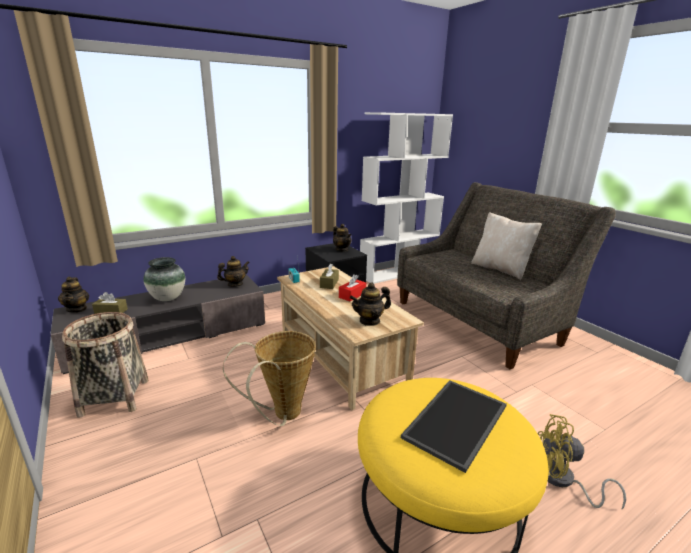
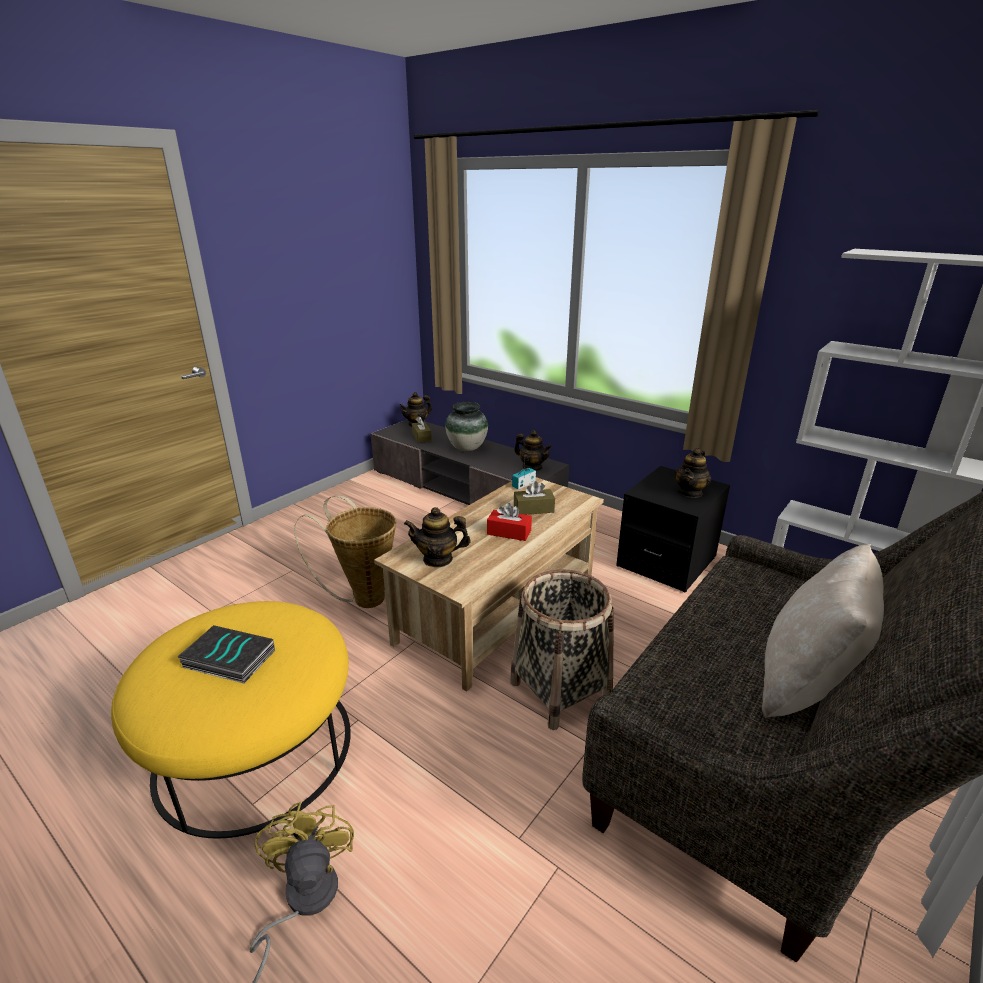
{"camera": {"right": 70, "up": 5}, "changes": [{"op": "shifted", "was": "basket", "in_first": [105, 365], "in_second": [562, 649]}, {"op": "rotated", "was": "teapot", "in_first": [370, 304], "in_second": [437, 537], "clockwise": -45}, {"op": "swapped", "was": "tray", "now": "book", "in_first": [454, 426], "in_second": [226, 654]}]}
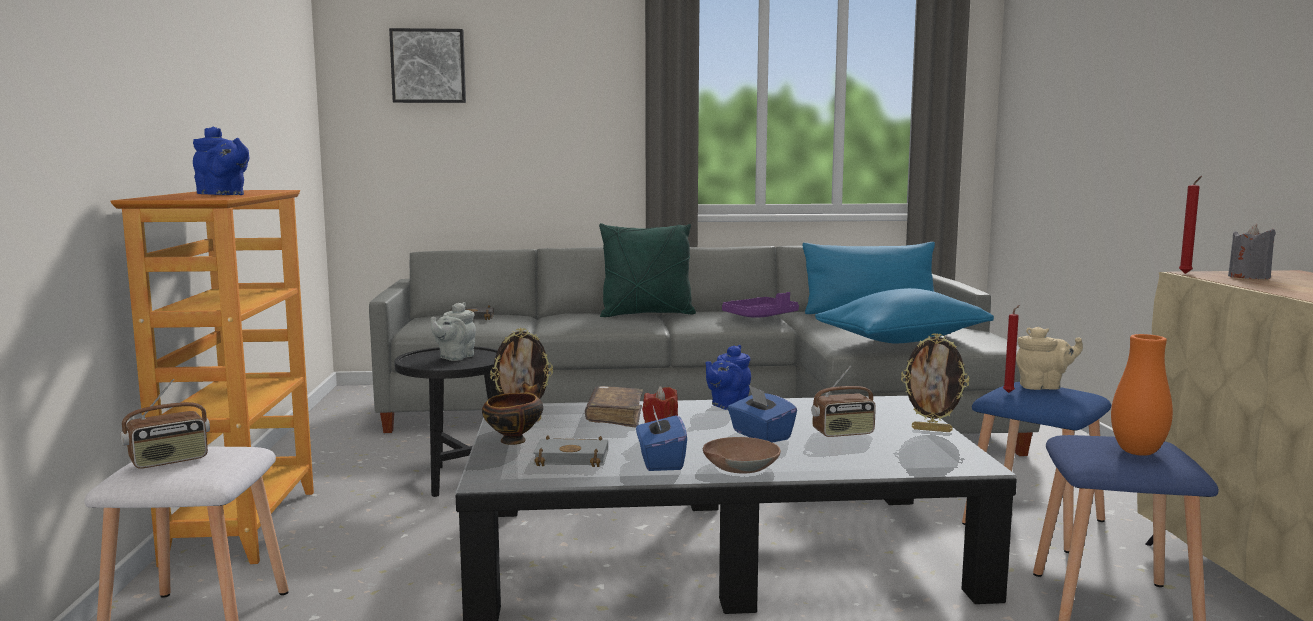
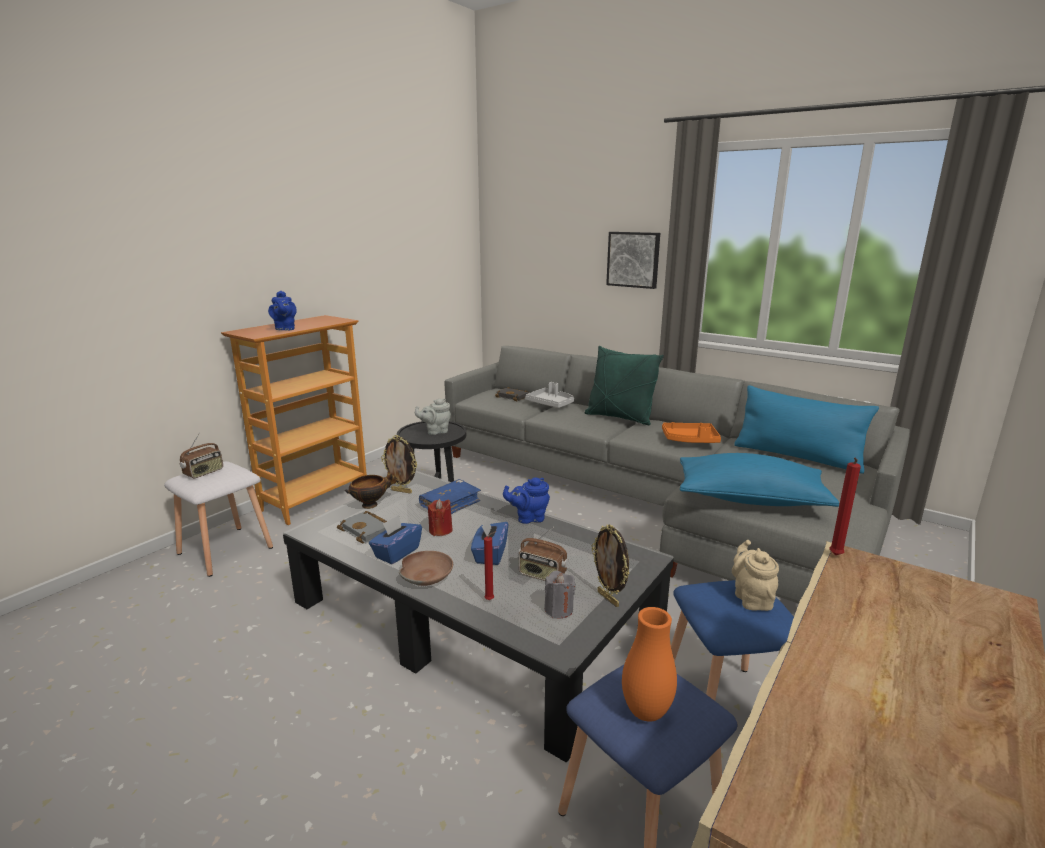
{"camera": {"right": 40, "up": 10}, "changes": [{"op": "rotated", "was": "radio", "in_first": [165, 424], "in_second": [201, 455], "clockwise": -60}, {"op": "shifted", "was": "picture", "in_first": [427, 65], "in_second": [633, 260]}, {"op": "repainted", "was": "brown book", "now": "blue book", "in_first": [614, 407], "in_second": [450, 496]}, {"op": "repainted", "was": "purple tray", "now": "orange tray", "in_first": [760, 305], "in_second": [691, 432]}, {"op": "shifted", "was": "red candle", "in_first": [1011, 349], "in_second": [490, 565]}, {"op": "rotated", "was": "beige teapot", "in_first": [1049, 358], "in_second": [755, 575], "clockwise": -135}, {"op": "shifted", "was": "grey candle", "in_first": [1252, 251], "in_second": [559, 594]}, {"op": "new", "now": "grey tray", "in_second": [549, 395]}]}
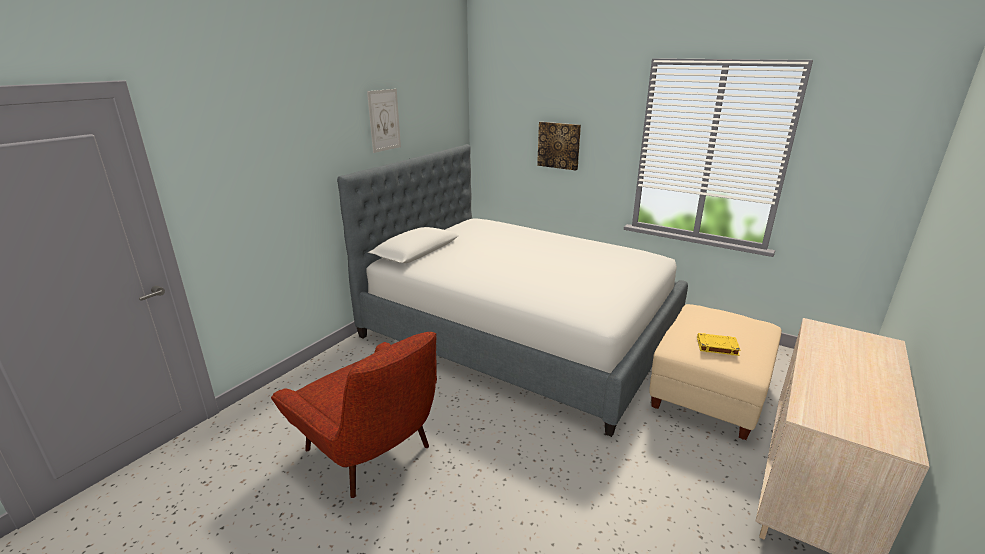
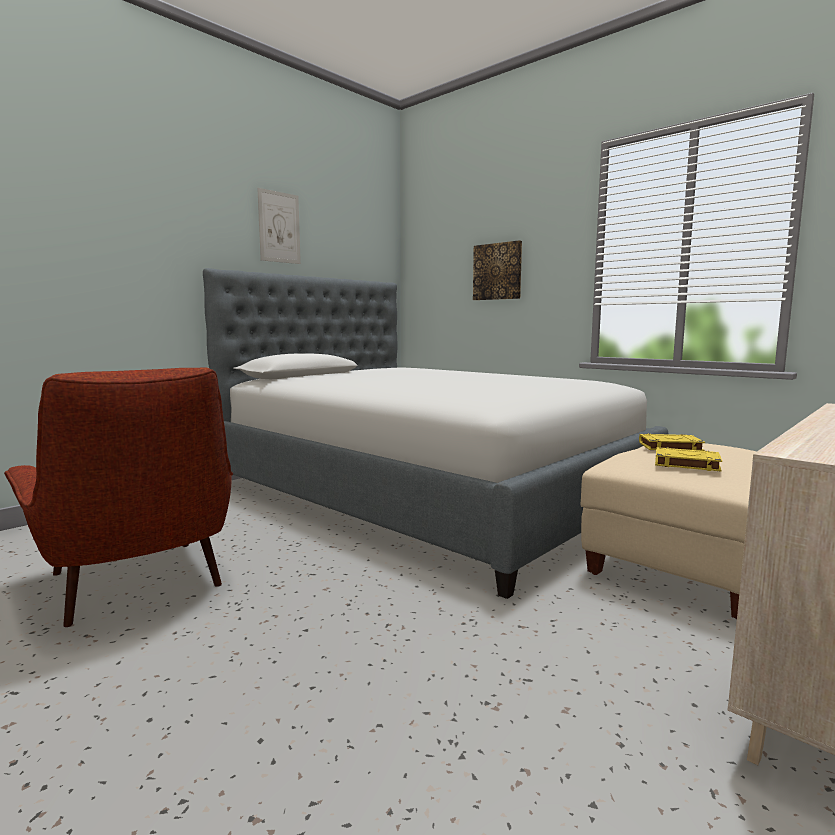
{"camera": {"right": 10, "up": -15}, "changes": [{"op": "new", "now": "yellow book", "in_second": [672, 442]}]}
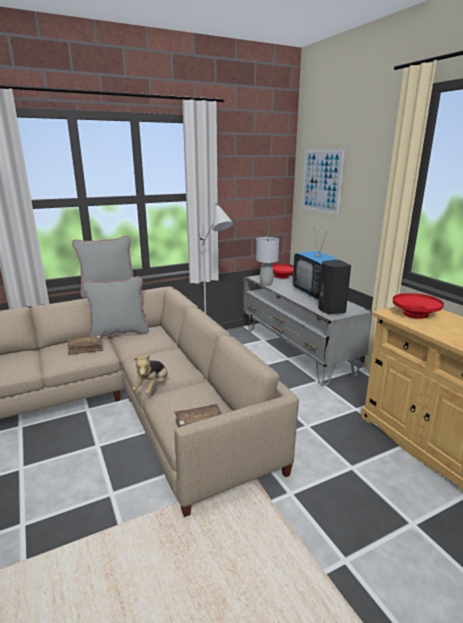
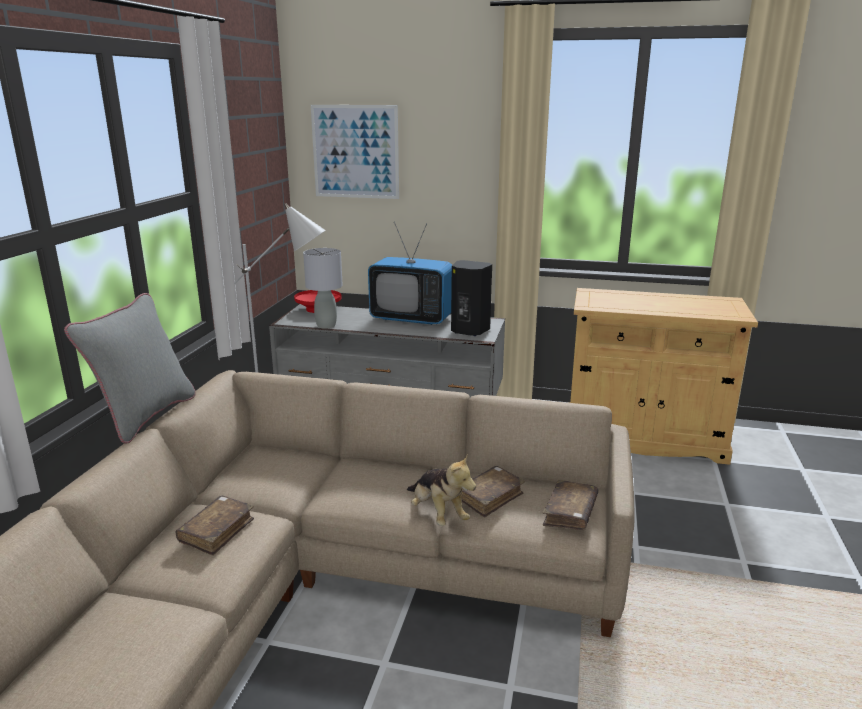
{"camera": {"right": -50, "up": 0}, "changes": [{"op": "gone", "was": "grey pillow", "in_first": [115, 307]}, {"op": "gone", "was": "red bowl", "in_first": [418, 306]}, {"op": "new", "now": "brown book", "in_second": [493, 492]}]}
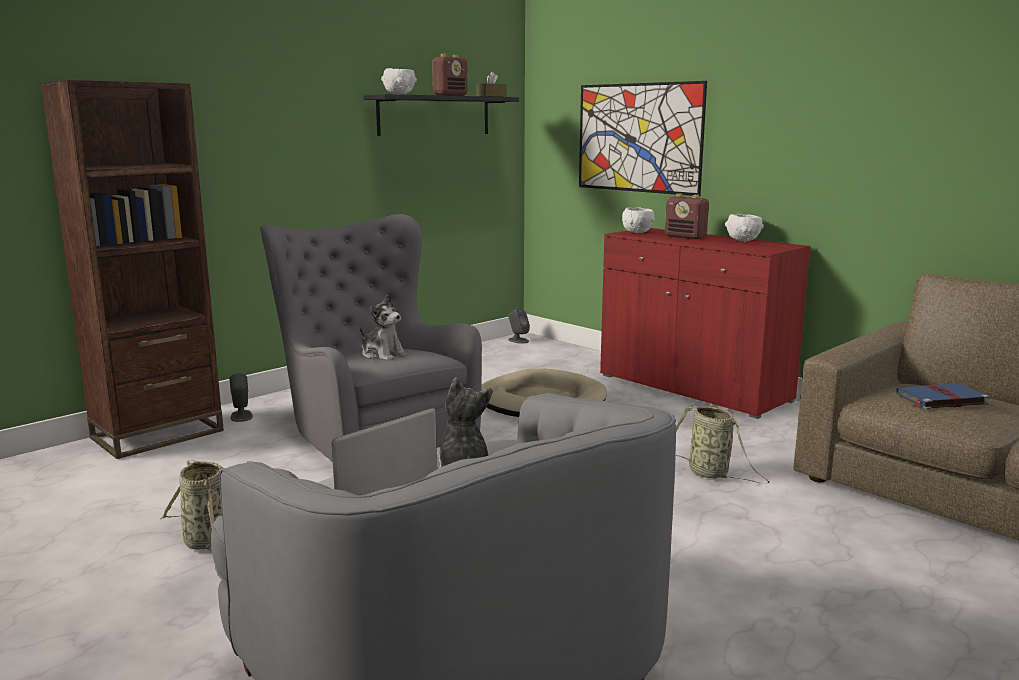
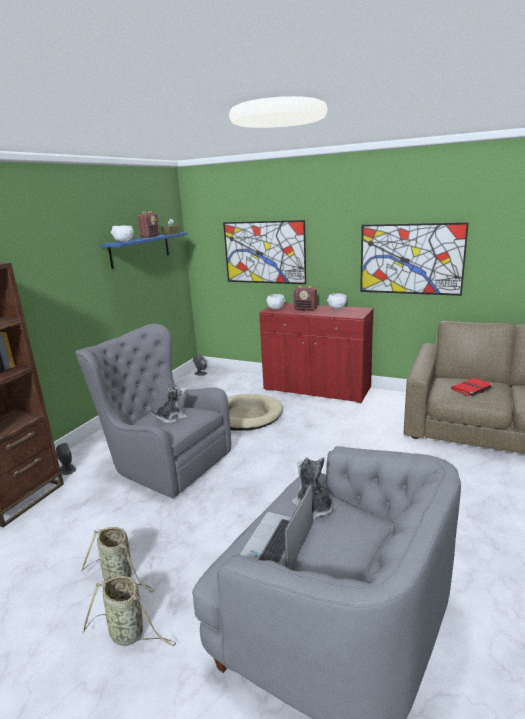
{"camera": {"right": -20, "up": 5}, "changes": [{"op": "rotated", "was": "plush toy", "in_first": [384, 328], "in_second": [168, 402], "clockwise": -45}, {"op": "repainted", "was": "black shelf", "now": "blue shelf", "in_first": [441, 115], "in_second": [144, 250]}, {"op": "shifted", "was": "basket", "in_first": [722, 444], "in_second": [129, 611]}, {"op": "repainted", "was": "blue book", "now": "red book", "in_first": [943, 396], "in_second": [472, 387]}, {"op": "new", "now": "picture", "in_second": [414, 259]}]}
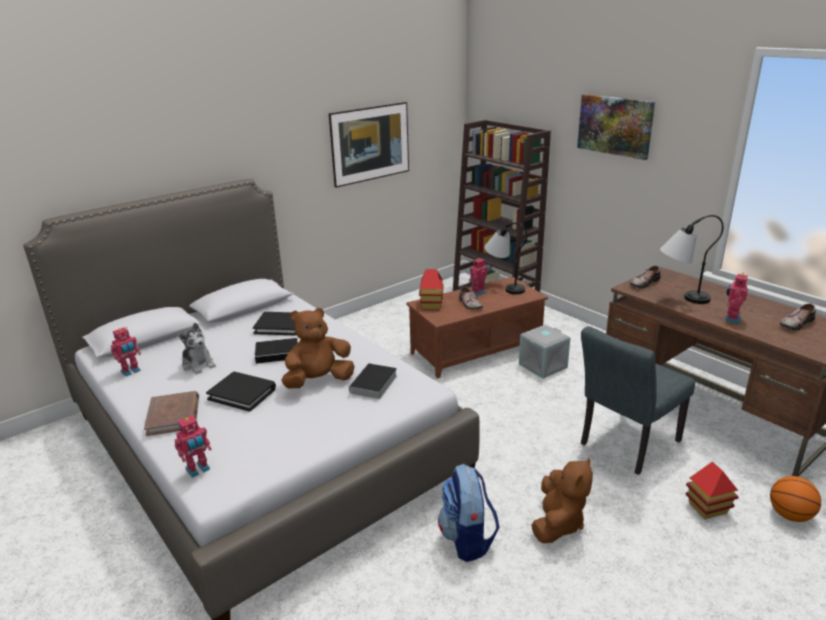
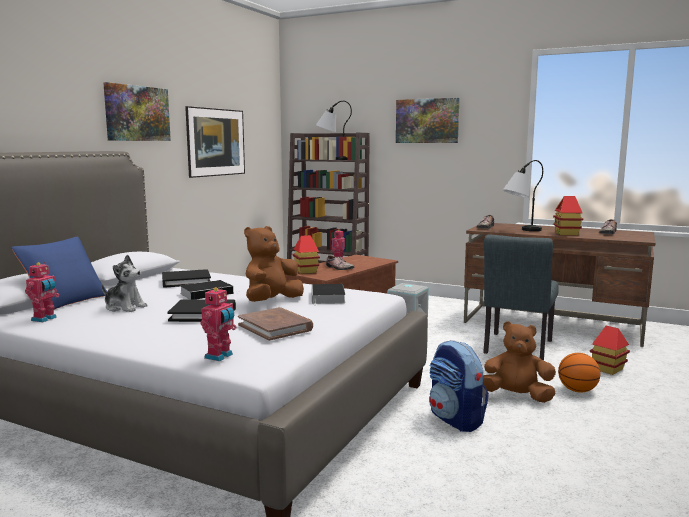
{"camera": {"right": -25, "up": -15}, "changes": [{"op": "shifted", "was": "brown book", "in_first": [171, 413], "in_second": [275, 324]}, {"op": "shifted", "was": "table lamp", "in_first": [505, 258], "in_second": [334, 130]}, {"op": "rotated", "was": "brown plush toy", "in_first": [562, 500], "in_second": [519, 362], "clockwise": -75}, {"op": "swapped", "was": "toy robot", "now": "toy house", "in_first": [736, 298], "in_second": [568, 216]}, {"op": "shifted", "was": "basketball", "in_first": [795, 499], "in_second": [579, 373]}, {"op": "new", "now": "blue pillow", "in_second": [59, 273]}, {"op": "new", "now": "picture", "in_second": [137, 111]}]}
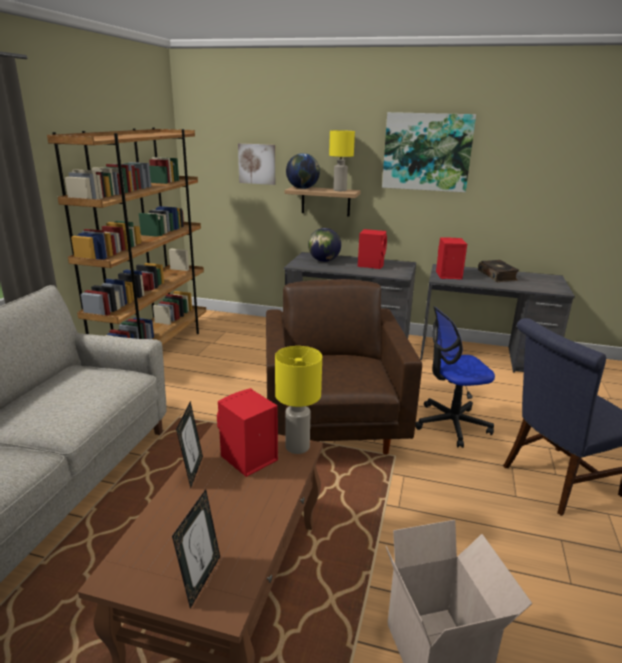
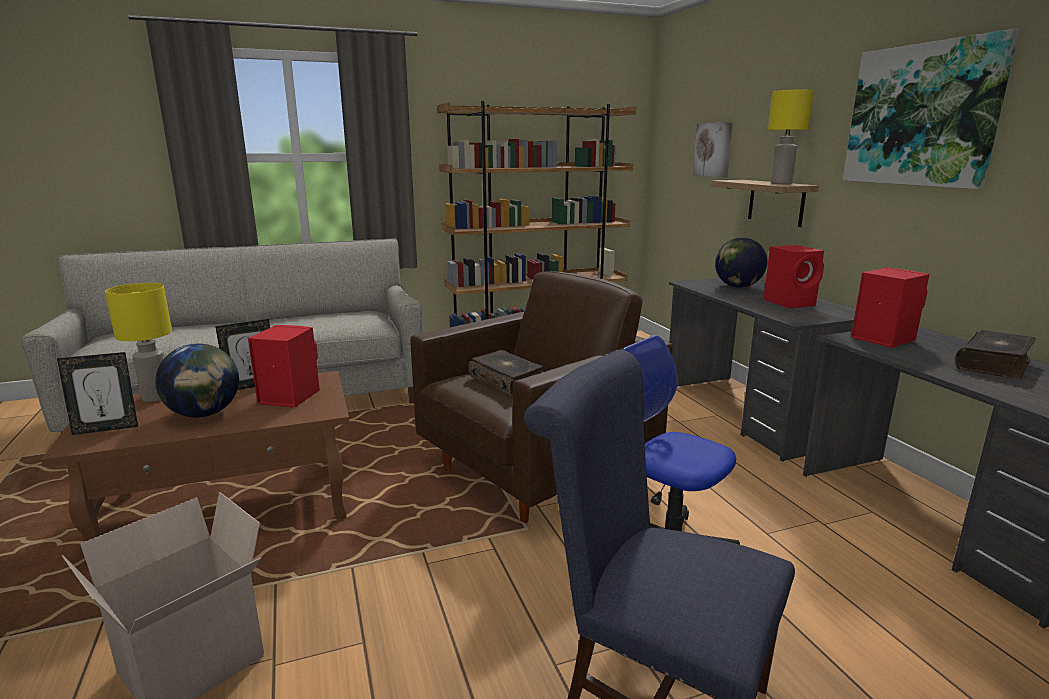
{"camera": {"right": 55, "up": -5}, "changes": [{"op": "shifted", "was": "yellow table lamp", "in_first": [298, 400], "in_second": [138, 342]}, {"op": "shifted", "was": "globe", "in_first": [303, 171], "in_second": [197, 381]}, {"op": "new", "now": "book", "in_second": [505, 373]}]}
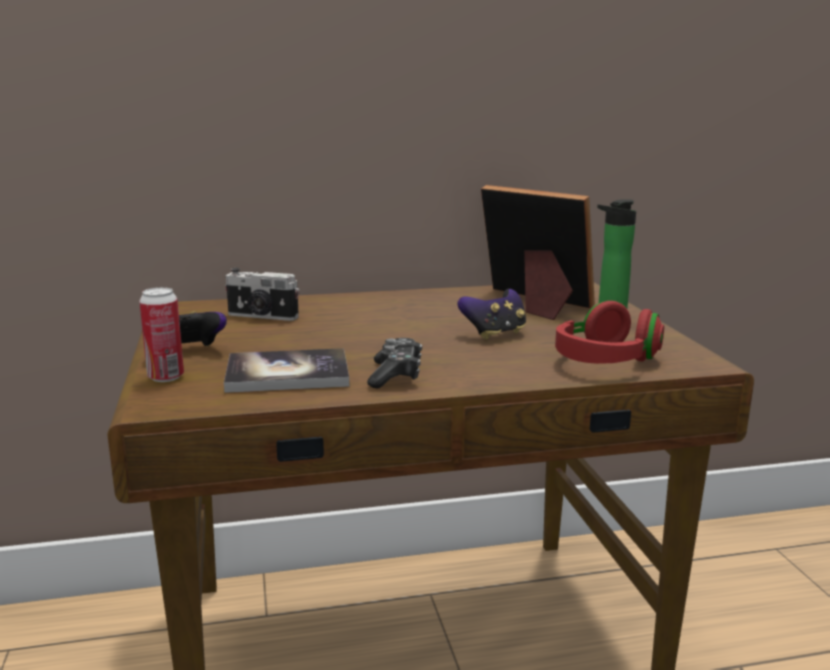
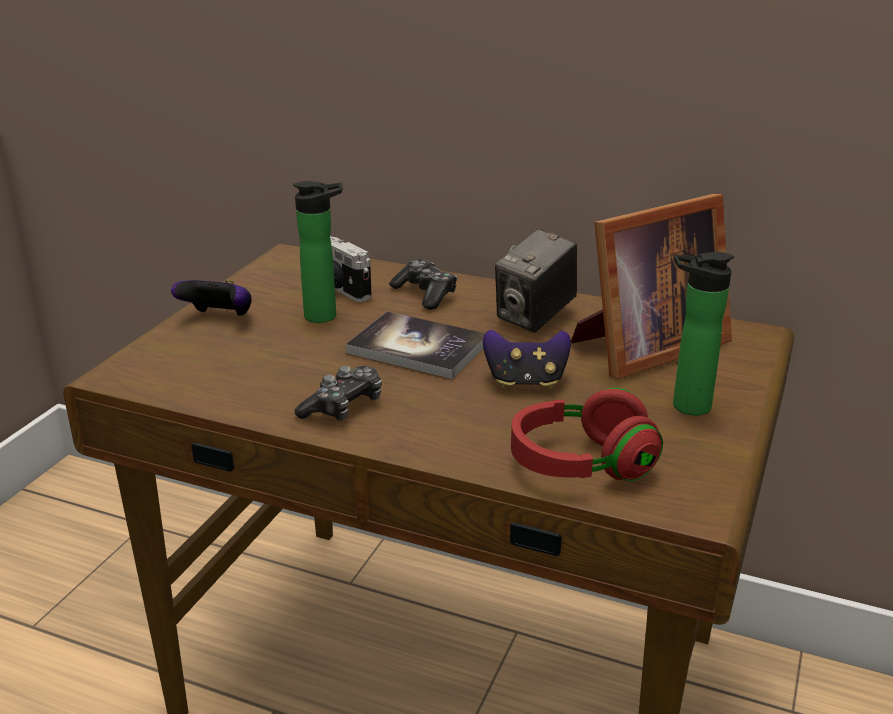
{"camera": {"right": 35, "up": 10}, "changes": [{"op": "gone", "was": "can", "in_first": [161, 334]}, {"op": "shifted", "was": "book", "in_first": [286, 370], "in_second": [415, 345]}, {"op": "rotated", "was": "picture frame", "in_first": [538, 252], "in_second": [651, 286], "clockwise": 75}, {"op": "new", "now": "bottle", "in_second": [318, 252]}, {"op": "new", "now": "game controller", "in_second": [423, 284]}, {"op": "new", "now": "photo camera", "in_second": [536, 280]}]}
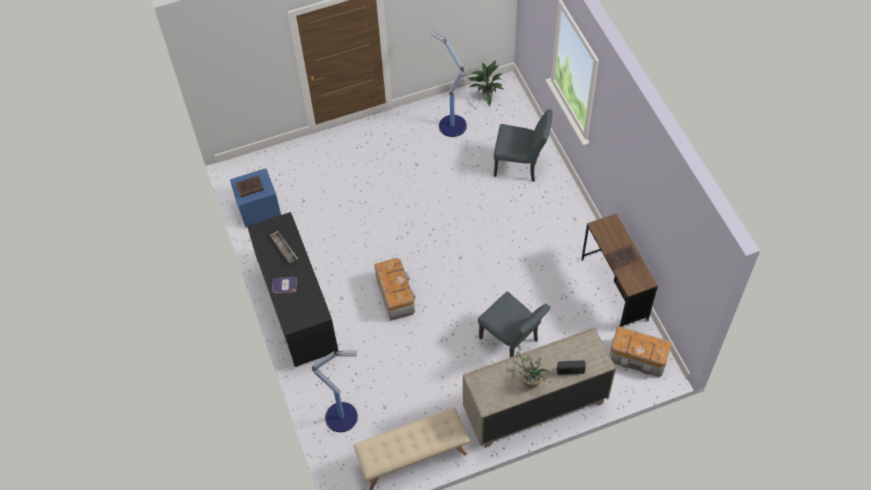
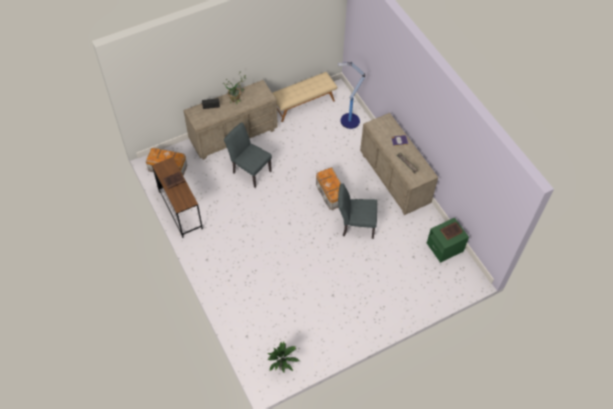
{"camera": {"right": 170, "up": 0}, "changes": [{"op": "repainted", "was": "blue nightstand", "now": "green nightstand", "in_first": [255, 197], "in_second": [448, 240]}, {"op": "repainted", "was": "black dresser", "now": "beige dresser", "in_first": [292, 289], "in_second": [399, 164]}, {"op": "gone", "was": "floor lamp", "in_first": [449, 84]}, {"op": "shifted", "was": "grey chair", "in_first": [523, 145], "in_second": [357, 211]}]}
